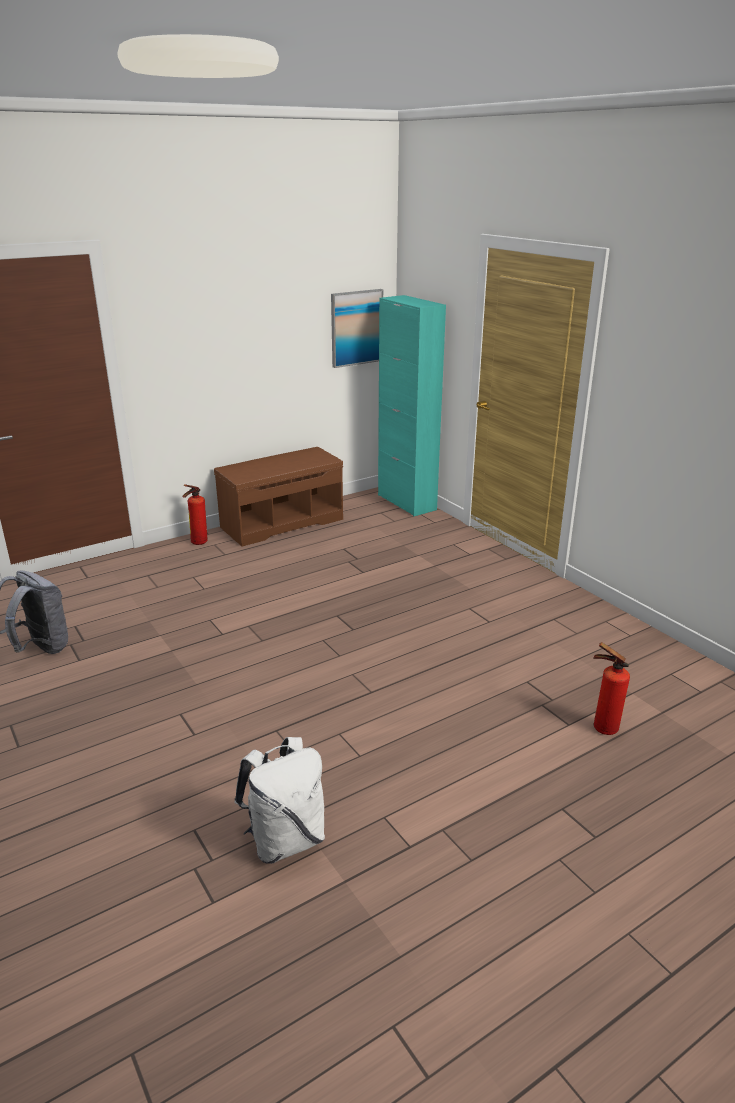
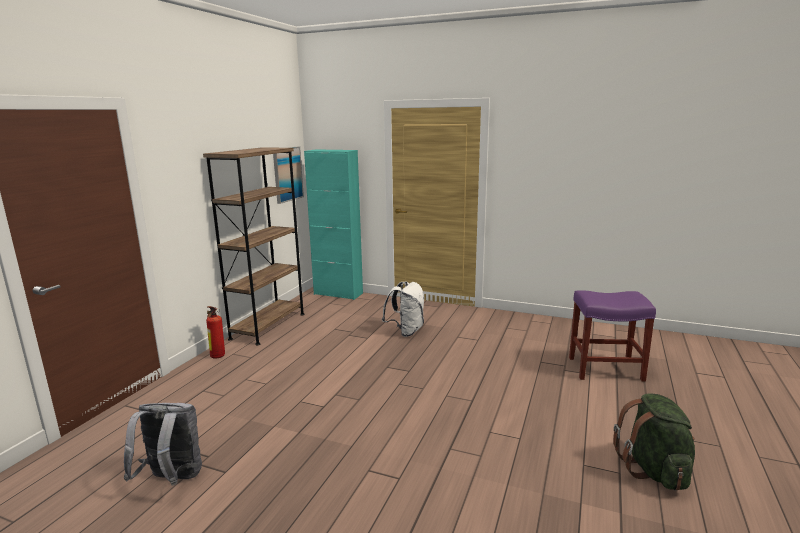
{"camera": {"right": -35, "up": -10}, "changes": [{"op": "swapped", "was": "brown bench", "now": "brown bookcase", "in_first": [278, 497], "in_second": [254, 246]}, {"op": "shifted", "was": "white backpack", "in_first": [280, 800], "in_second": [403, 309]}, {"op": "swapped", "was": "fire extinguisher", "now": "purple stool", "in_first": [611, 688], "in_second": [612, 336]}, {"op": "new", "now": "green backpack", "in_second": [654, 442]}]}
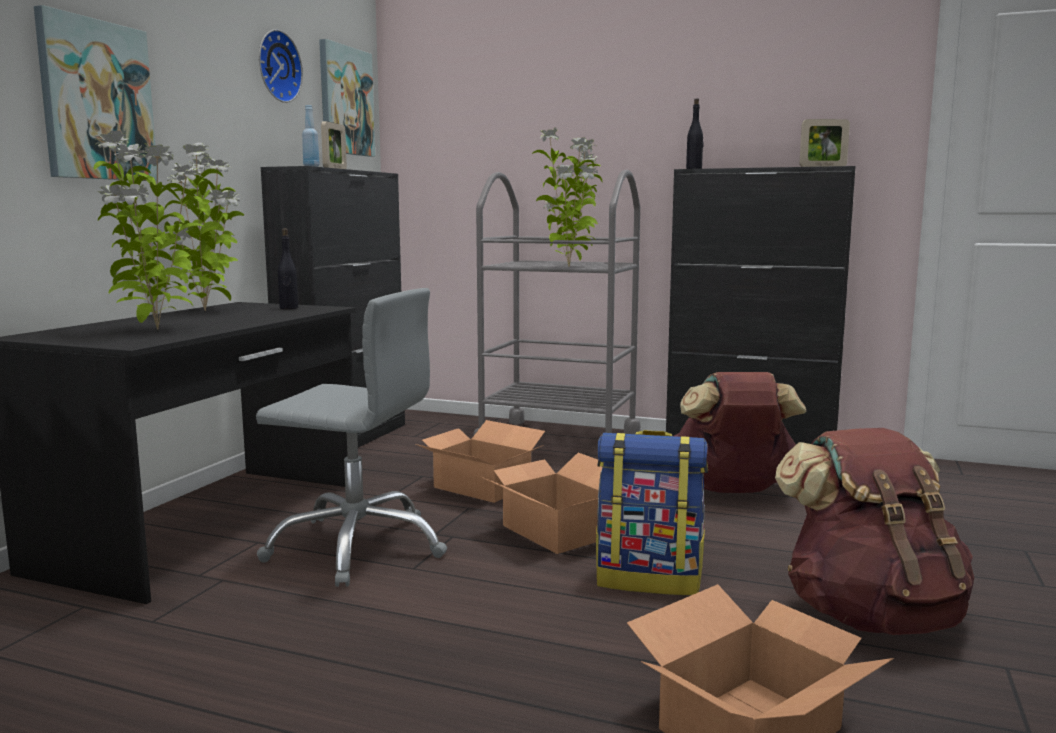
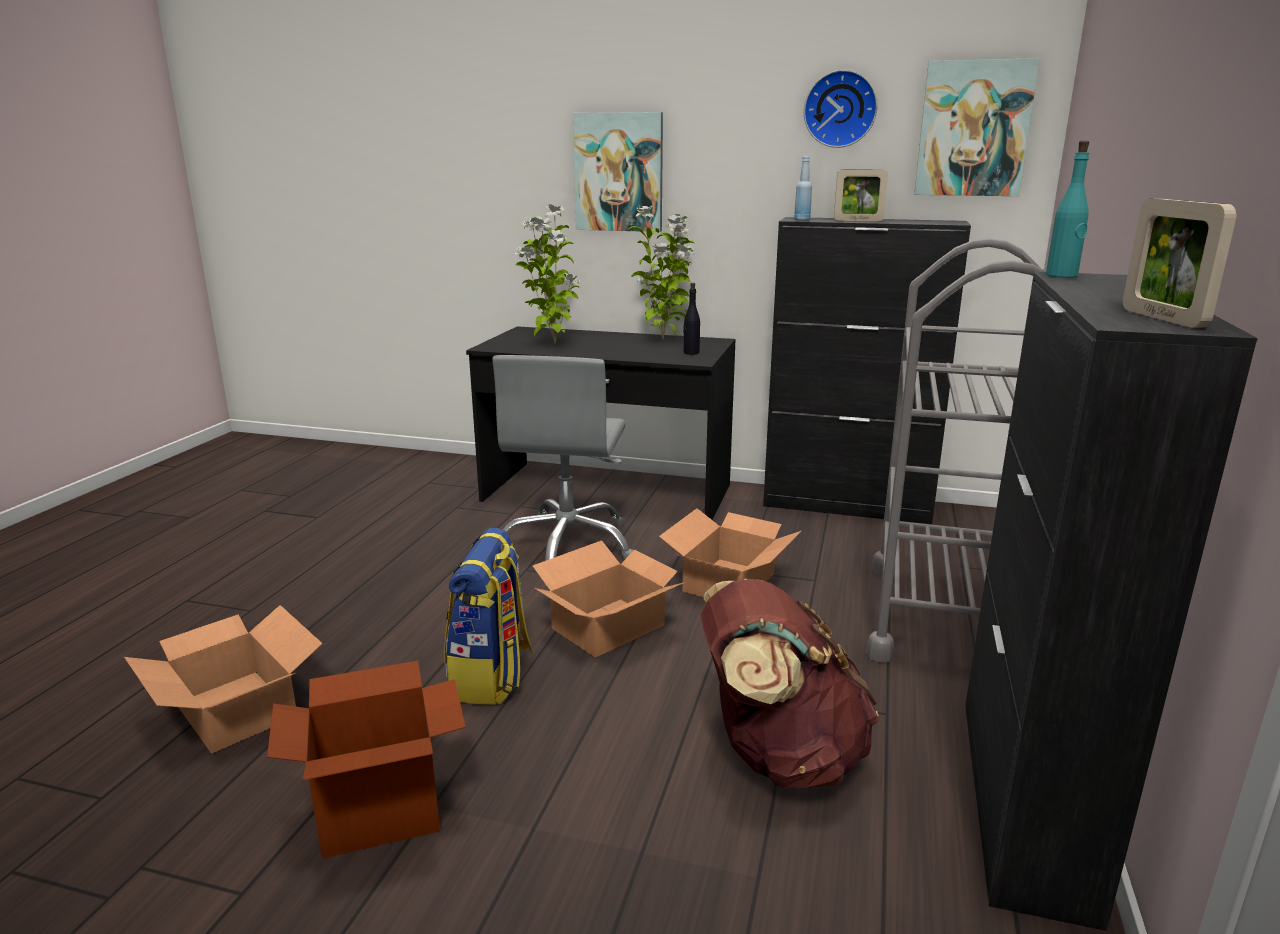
{"camera": {"right": 85, "up": 10}, "changes": [{"op": "gone", "was": "potted plant", "in_first": [567, 197]}, {"op": "repainted", "was": "black bottle", "now": "turquoise bottle", "in_first": [695, 133], "in_second": [1067, 209]}, {"op": "swapped", "was": "brown backpack", "now": "cardboard box", "in_first": [874, 531], "in_second": [366, 759]}]}
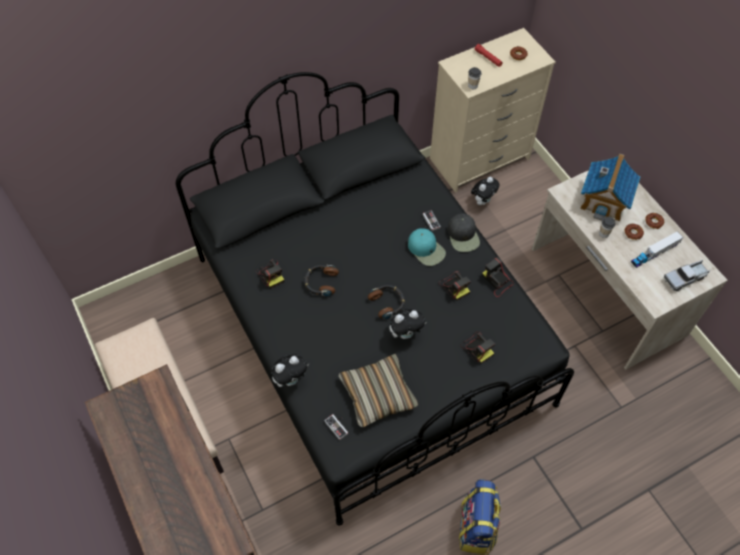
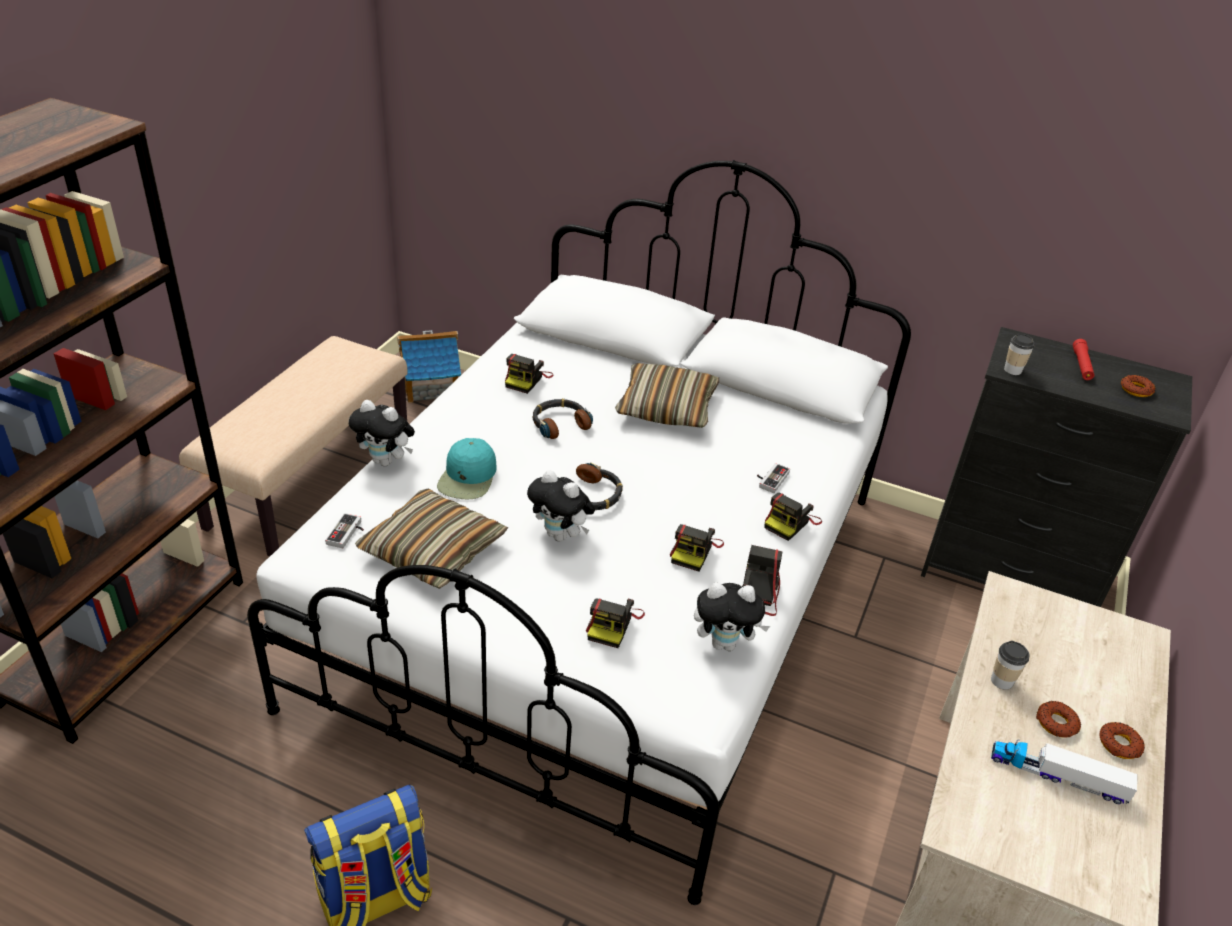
{"camera": {"right": 50, "up": -20}, "changes": [{"op": "repainted", "was": "black bed", "now": "white bed", "in_first": [375, 299], "in_second": [579, 532]}, {"op": "shifted", "was": "turquoise cap", "in_first": [427, 247], "in_second": [466, 468]}, {"op": "repainted", "was": "beige dresser", "now": "black dresser", "in_first": [493, 110], "in_second": [1056, 467]}, {"op": "swapped", "was": "black cap", "now": "photo camera", "in_first": [464, 232], "in_second": [793, 517]}, {"op": "shifted", "was": "plush toy", "in_first": [485, 191], "in_second": [732, 616]}, {"op": "shifted", "was": "toy house", "in_first": [610, 187], "in_second": [429, 366]}, {"op": "gone", "was": "toy truck", "in_first": [687, 275]}, {"op": "new", "now": "pillow", "in_second": [667, 395]}]}
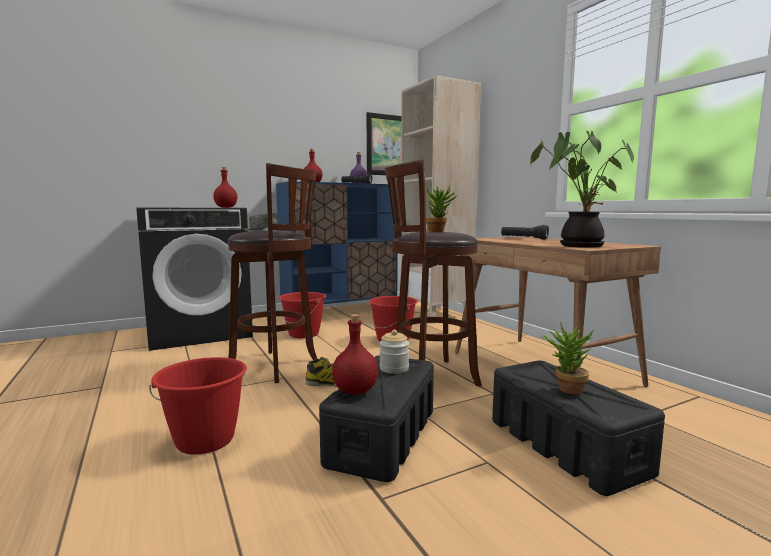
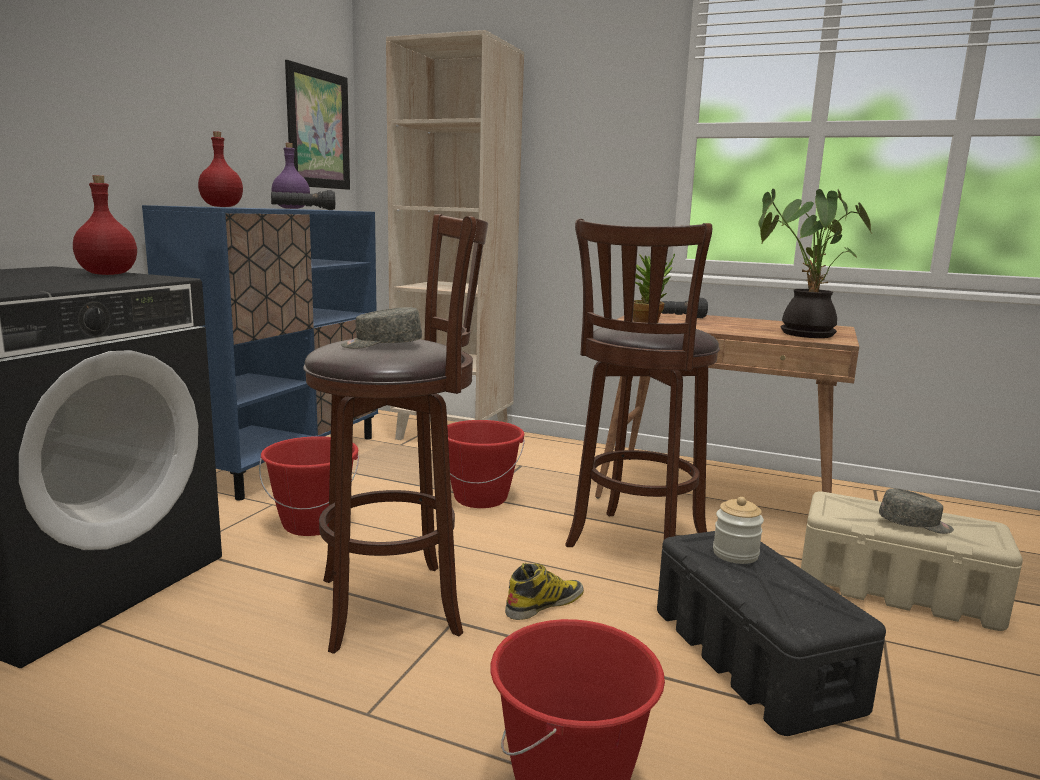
{"camera": {"right": -40, "up": 5}, "changes": [{"op": "gone", "was": "red bottle", "in_first": [355, 354]}, {"op": "repainted", "was": "black storage box", "now": "beige storage box", "in_first": [578, 428], "in_second": [912, 561]}, {"op": "swapped", "was": "potted plant", "now": "grey cap", "in_first": [568, 358], "in_second": [916, 511]}]}
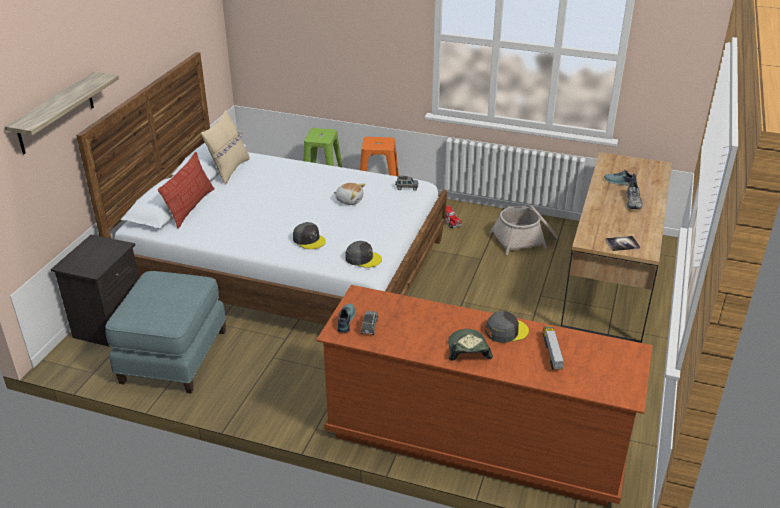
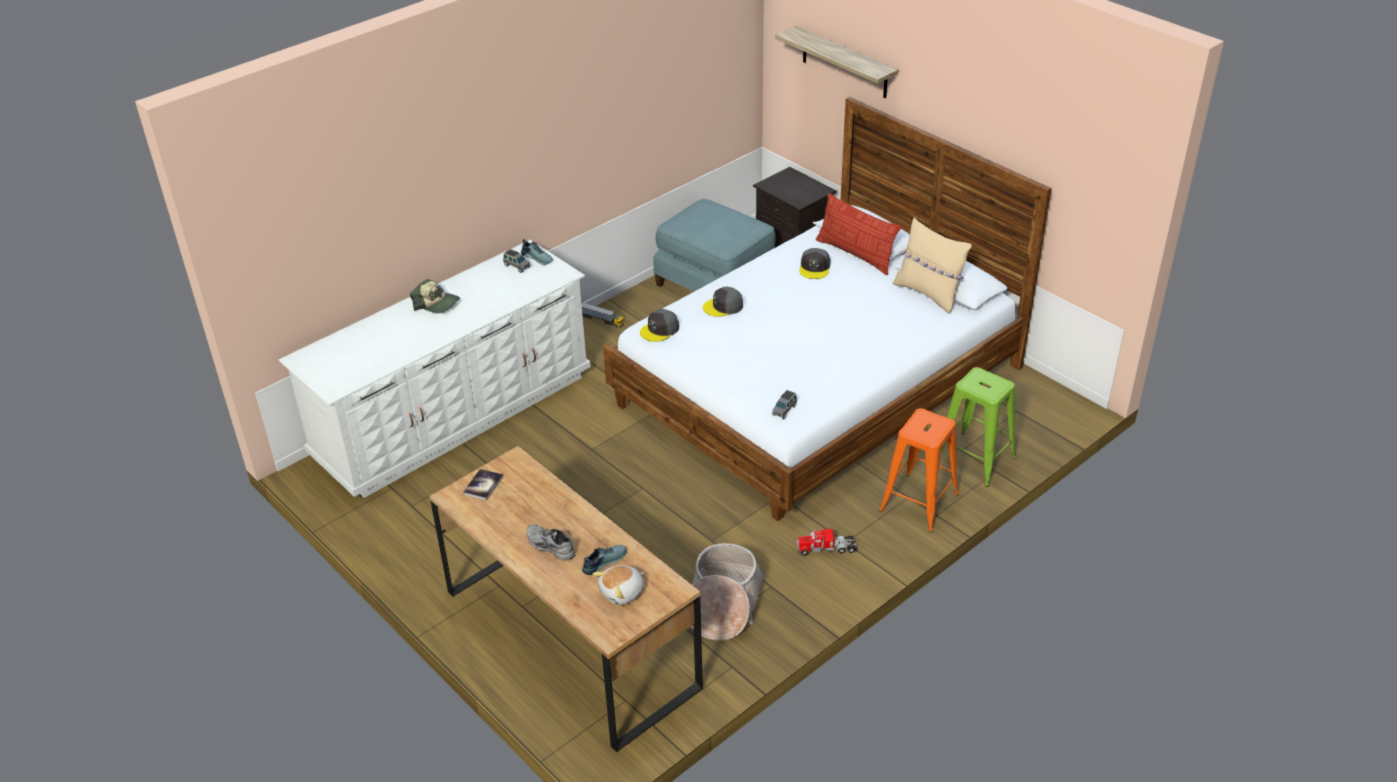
{"camera": {"right": 120, "up": 5}, "changes": [{"op": "repainted", "was": "brown dresser", "now": "white dresser", "in_first": [484, 395], "in_second": [435, 369]}, {"op": "shifted", "was": "plush toy", "in_first": [350, 194], "in_second": [618, 585]}, {"op": "shifted", "was": "grey cap", "in_first": [507, 327], "in_second": [815, 263]}, {"op": "shifted", "was": "toy truck", "in_first": [553, 347], "in_second": [602, 315]}]}
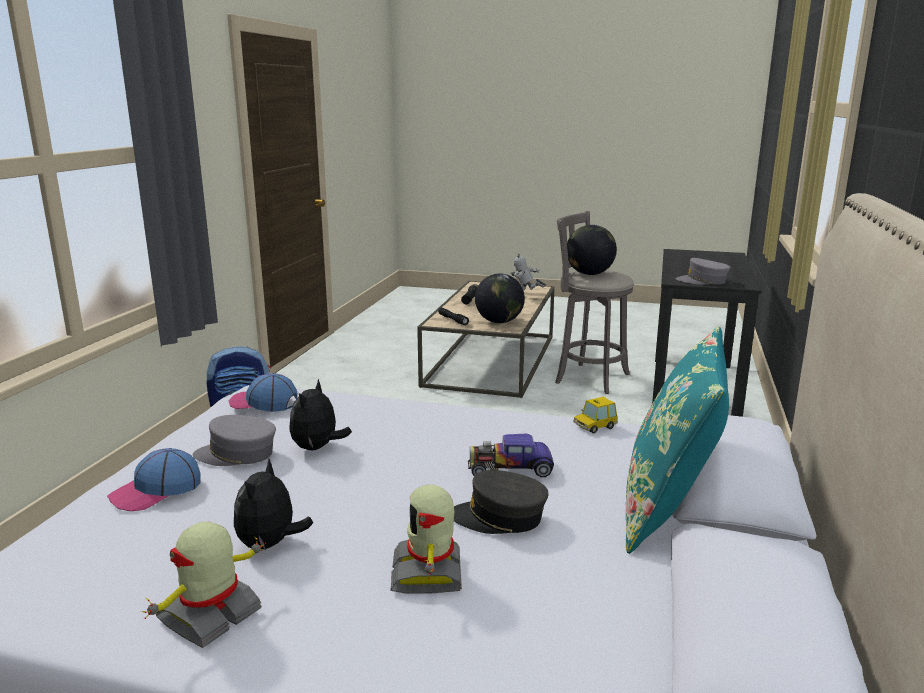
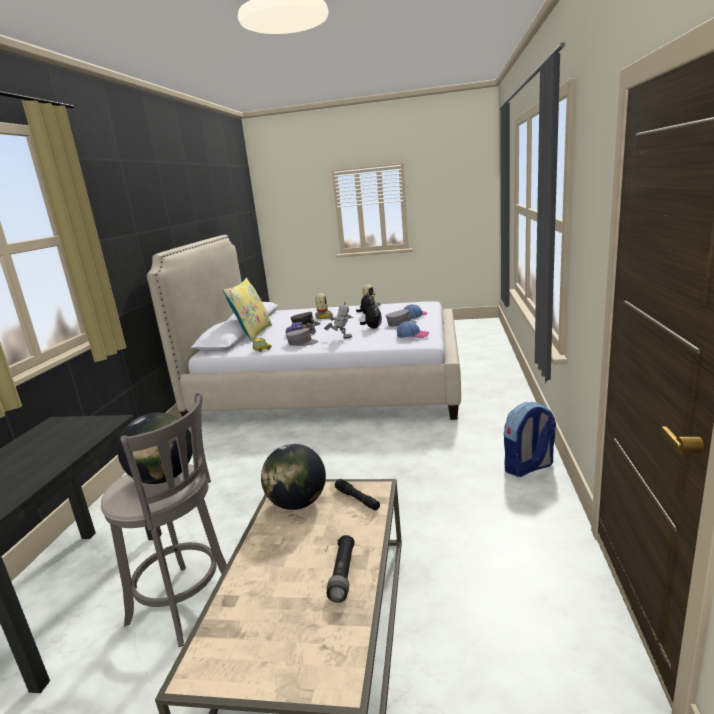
{"camera": {"right": 175, "up": 0}, "changes": [{"op": "shifted", "was": "toy robot", "in_first": [528, 272], "in_second": [338, 320]}, {"op": "repainted", "was": "turquoise pillow", "now": "yellow pillow", "in_first": [677, 440], "in_second": [247, 310]}, {"op": "shifted", "was": "grey cap", "in_first": [702, 271], "in_second": [302, 337]}]}
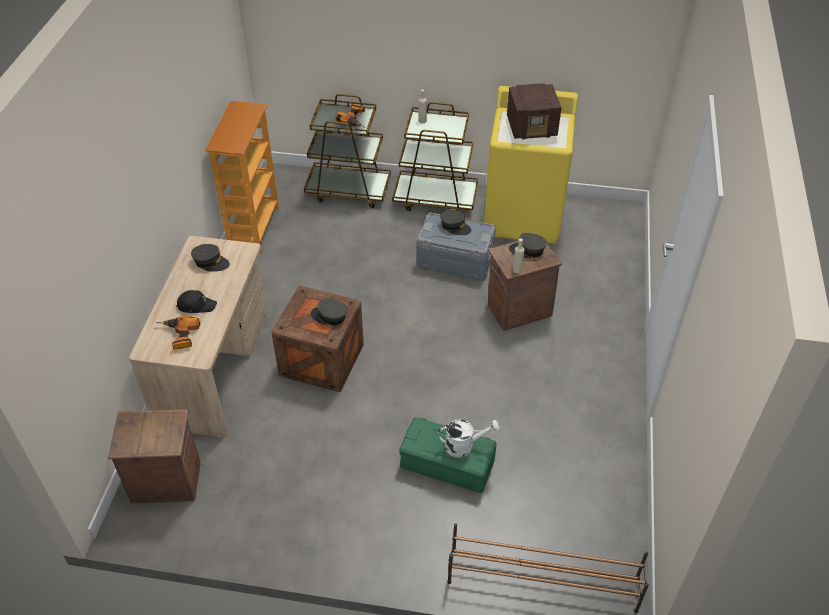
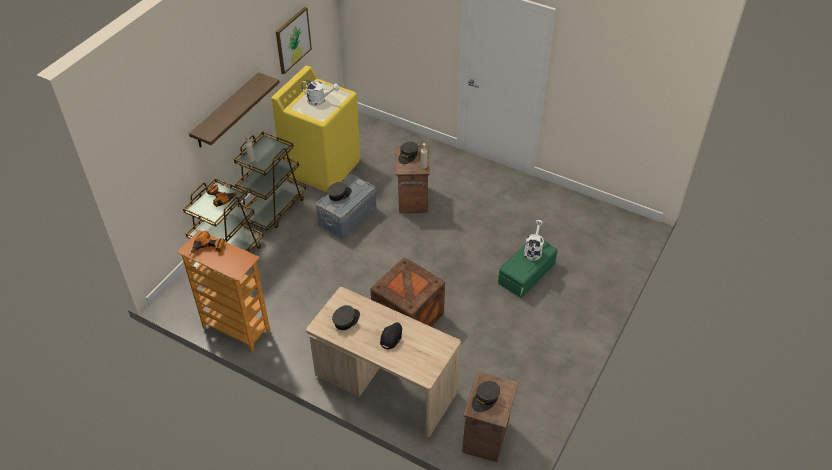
{"camera": {"right": -70, "up": 0}, "changes": [{"op": "shifted", "was": "power drill", "in_first": [178, 333], "in_second": [206, 243]}, {"op": "shifted", "was": "grey cap", "in_first": [329, 311], "in_second": [486, 396]}, {"op": "gone", "was": "brown shoe rack", "in_first": [548, 568]}, {"op": "swapped", "was": "radio", "now": "white watering can", "in_first": [534, 111], "in_second": [320, 93]}, {"op": "new", "now": "shelf", "in_second": [234, 110]}, {"op": "new", "now": "picture", "in_second": [294, 40]}]}
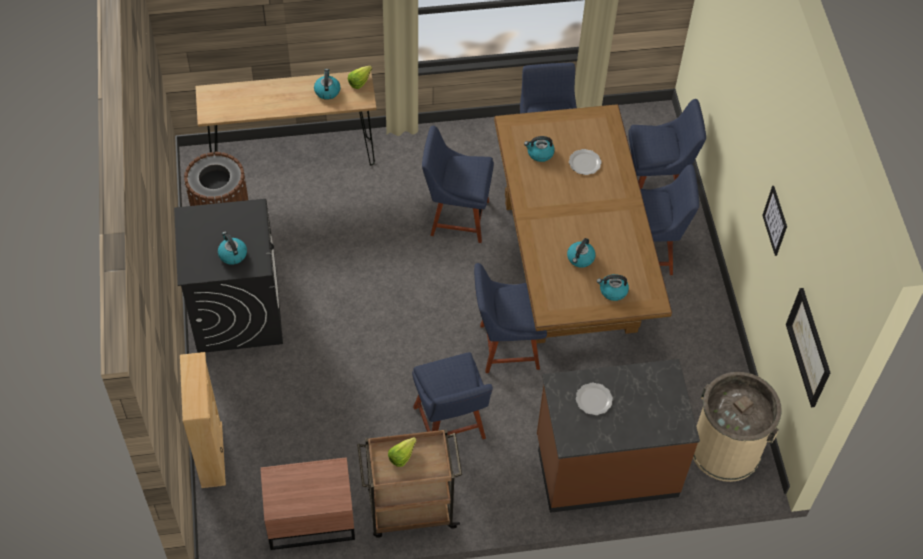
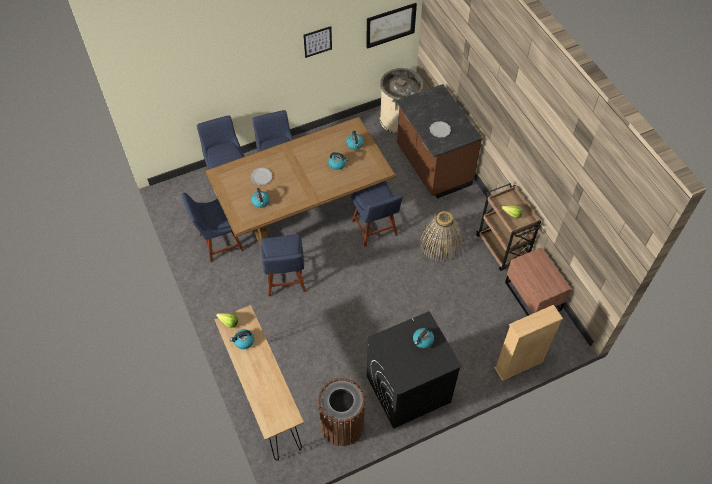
{"camera": {"right": -105, "up": 0}, "changes": [{"op": "swapped", "was": "blue chair", "now": "basket", "in_first": [452, 395], "in_second": [441, 236]}]}
